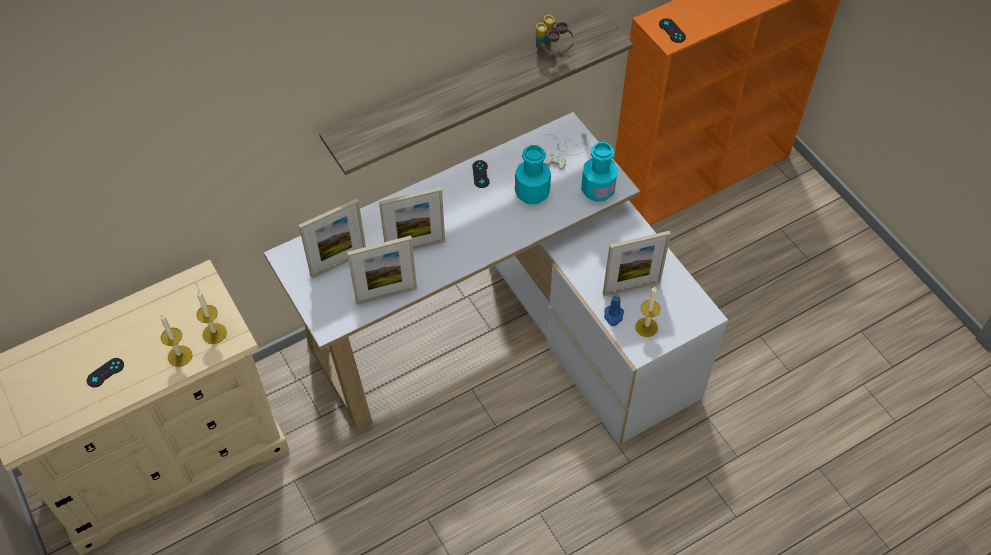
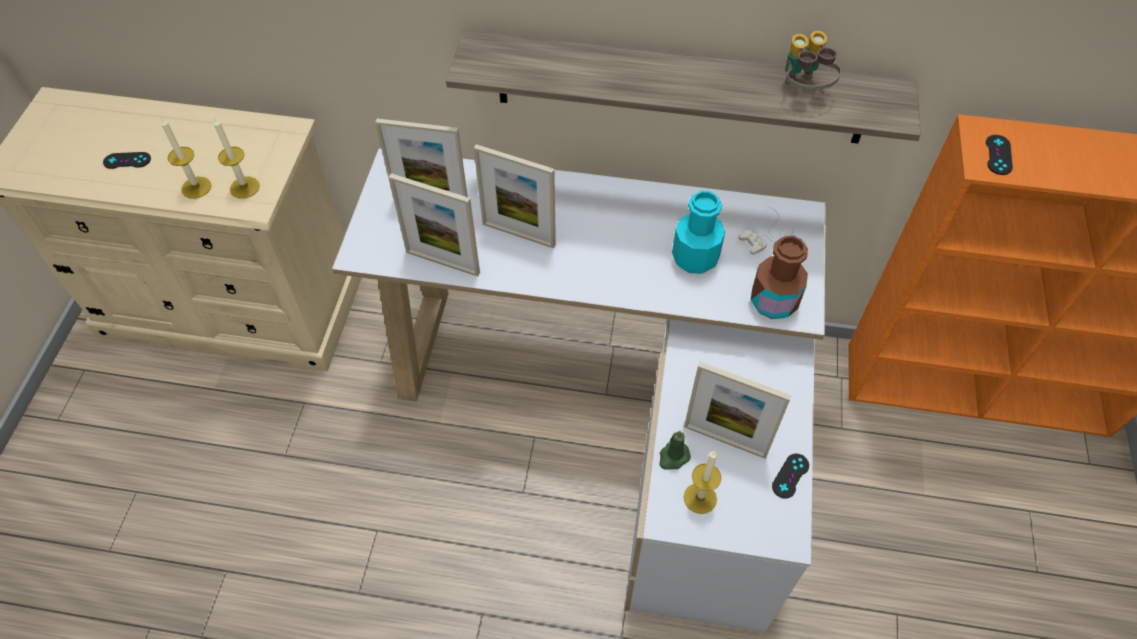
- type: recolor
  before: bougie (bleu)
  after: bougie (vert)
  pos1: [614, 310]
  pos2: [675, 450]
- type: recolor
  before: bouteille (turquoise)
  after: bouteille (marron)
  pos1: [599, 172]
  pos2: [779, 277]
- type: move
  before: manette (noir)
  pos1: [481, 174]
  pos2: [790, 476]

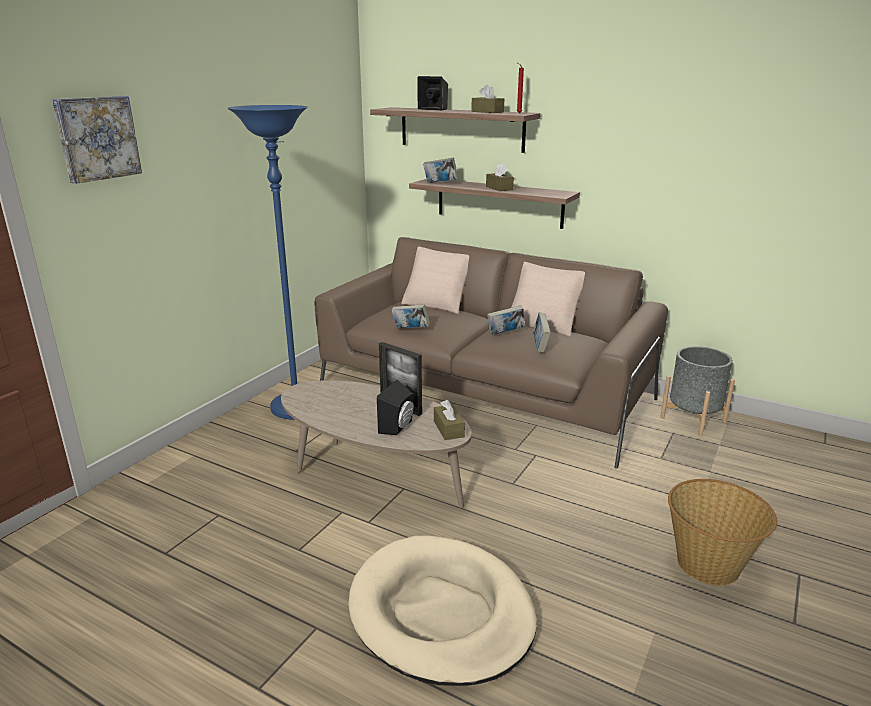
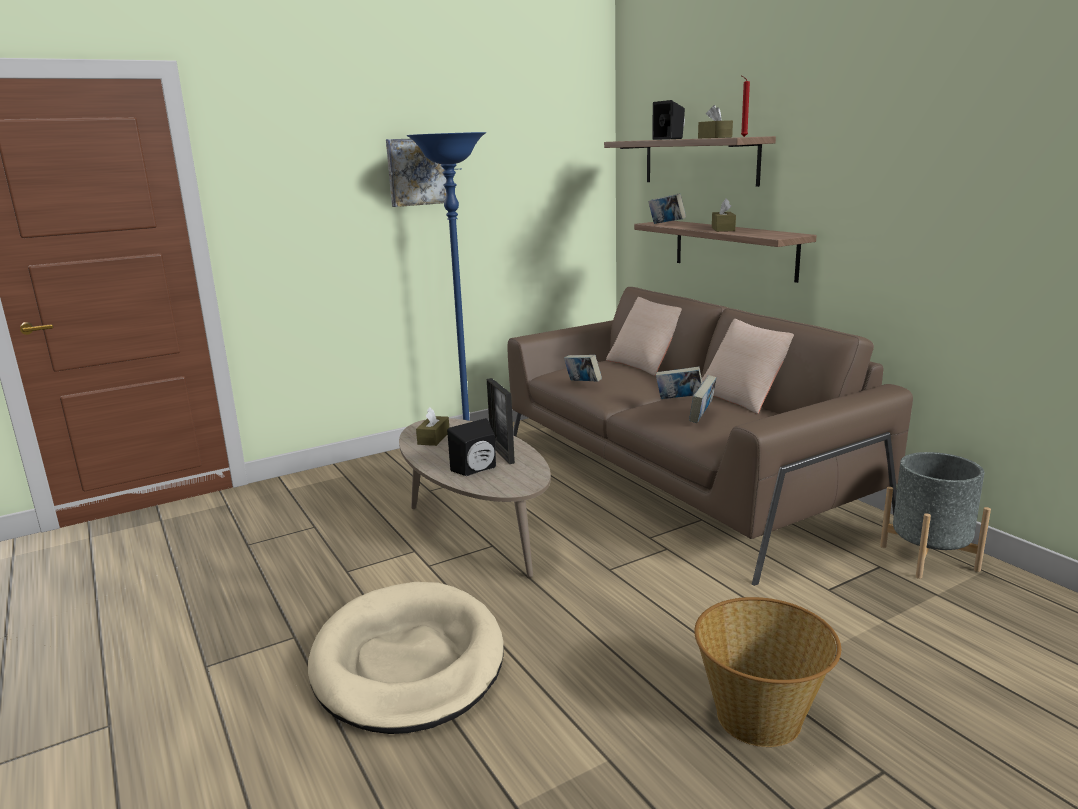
- type: move
  before: tableau
  pos1: [97, 140]
  pos2: [416, 173]
- type: move
  before: boîte à mouchoirs (marron)
  pos1: [449, 420]
  pos2: [432, 426]

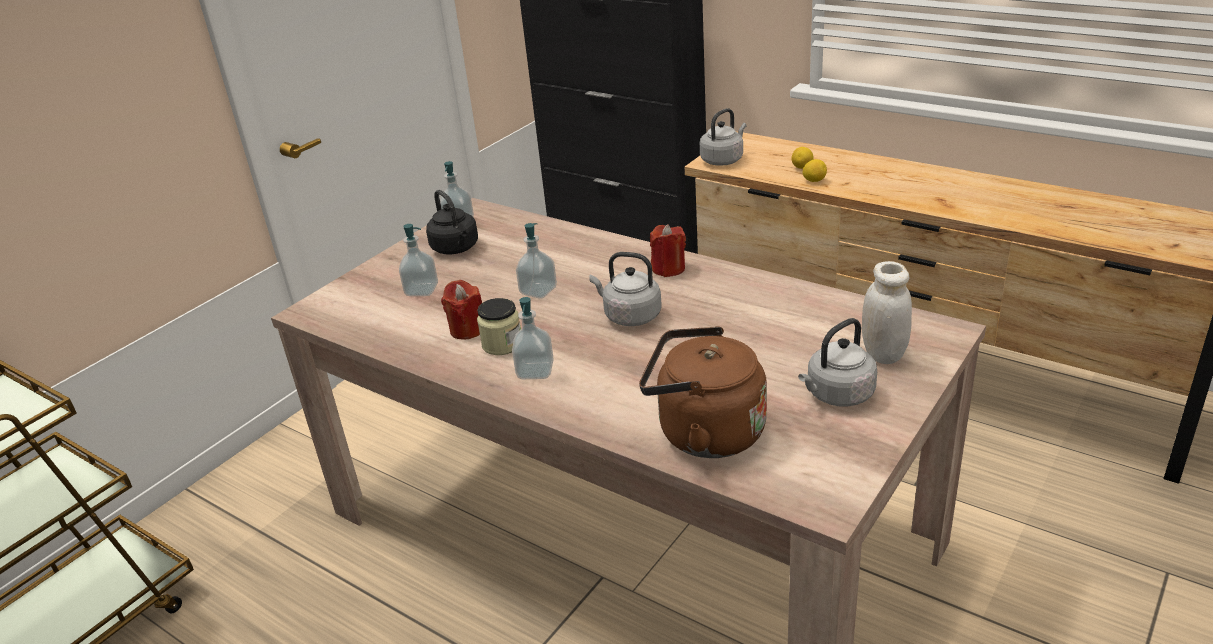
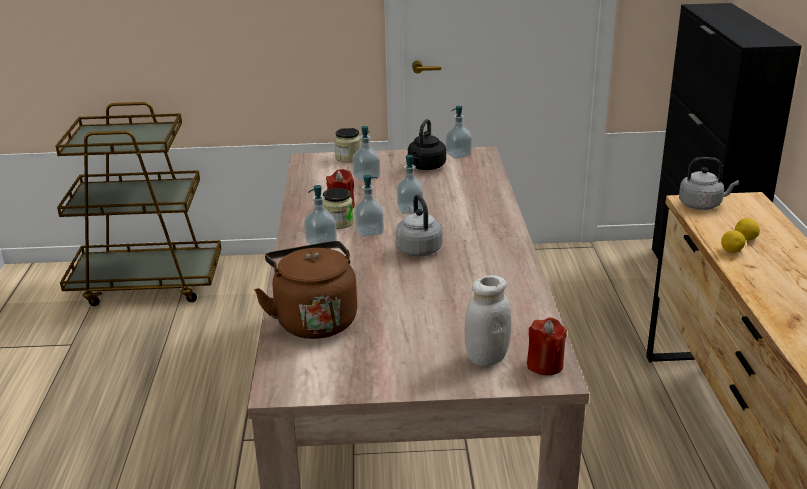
- type: insert
  after: bocal
  pos2: [347, 145]
- type: insert
  after: distributeur de savon
  pos2: [369, 206]
- type: move
  before: bougie (rouge)
  pos1: [668, 250]
  pos2: [547, 346]
- type: delete
  before: bouilloire (gris)
  pos1: [837, 362]

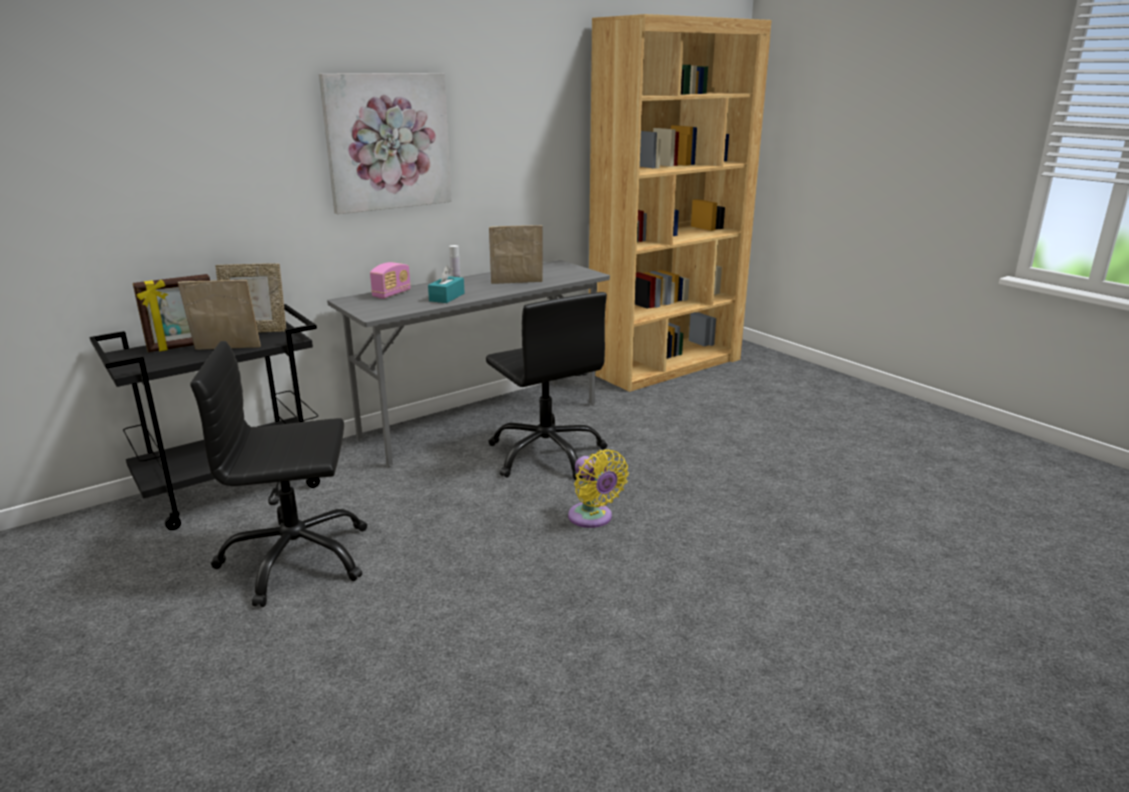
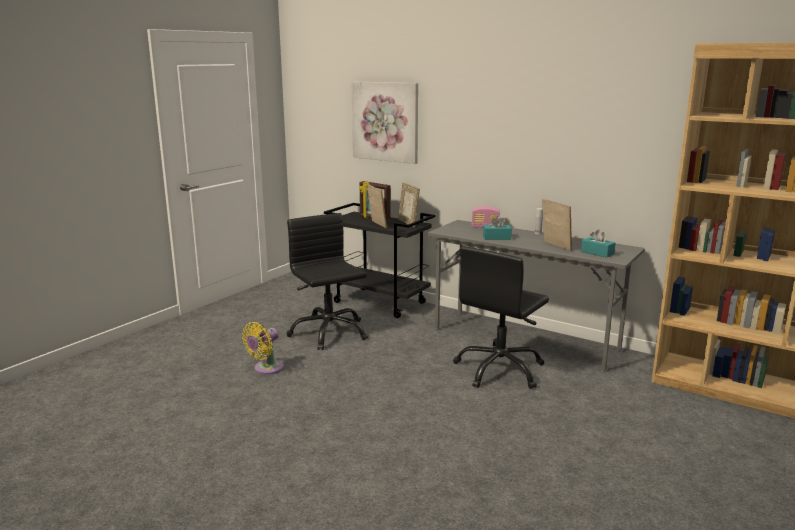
- type: move
  before: ventilateur (jaune)
  pos1: [598, 488]
  pos2: [263, 348]
- type: move
  before: tableau
  pos1: [385, 143]
  pos2: [385, 122]
- type: insert
  after: boîte à mouchoirs (turquoise)
  pos2: [598, 244]

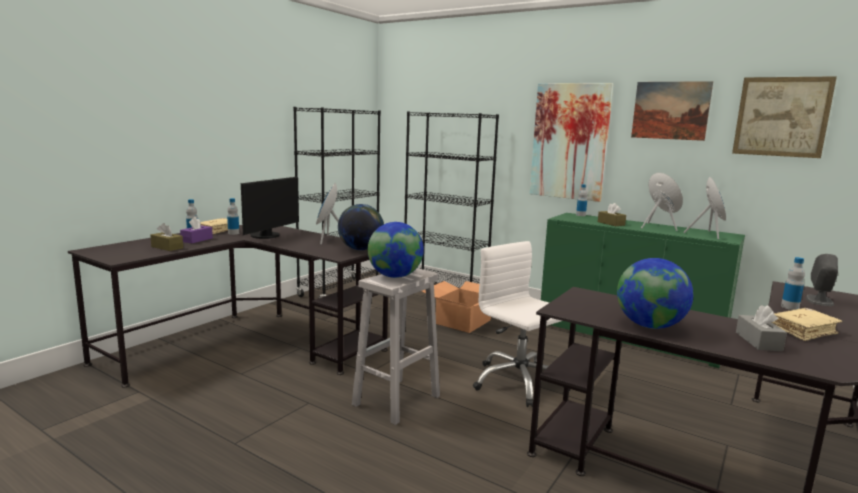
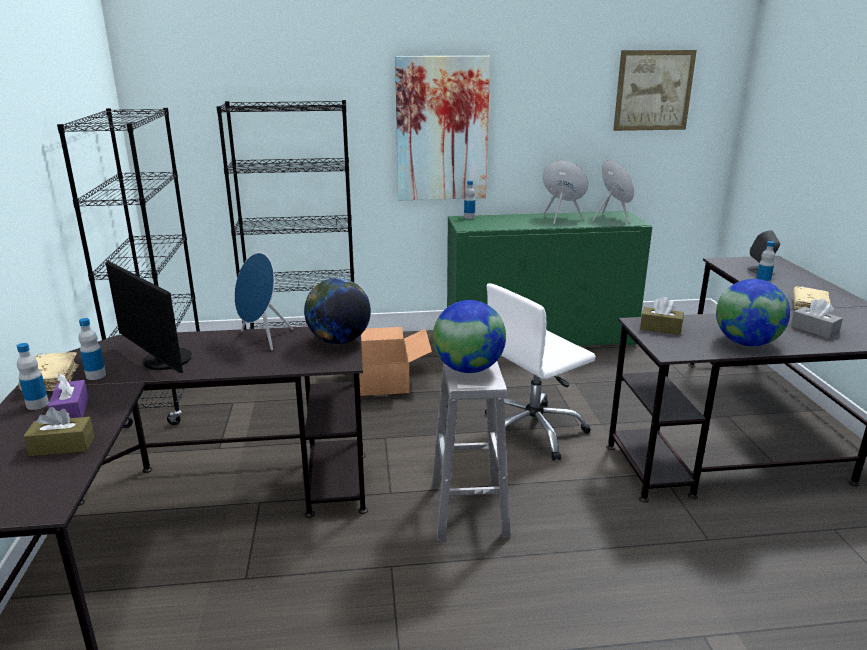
- type: rotate
  before: écran d'ordinateur
  pos1: [270, 208]
  pos2: [149, 317]
  turn: 150
- type: rotate
  before: chaise de bureau (blanc)
  pos1: [522, 324]
  pos2: [540, 372]
  turn: -45
- type: move
  before: boîte à mouchoirs (marron)
  pos1: [612, 214]
  pos2: [662, 316]
- type: delete
  before: tableau
  pos1: [672, 111]

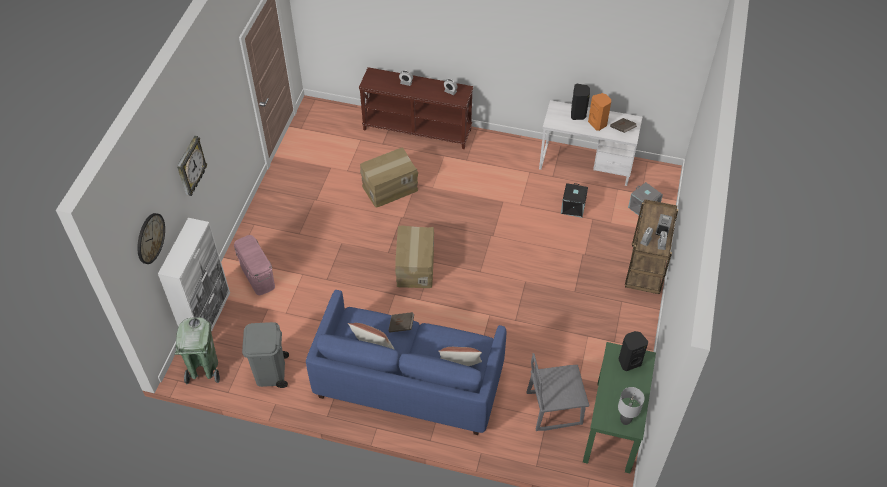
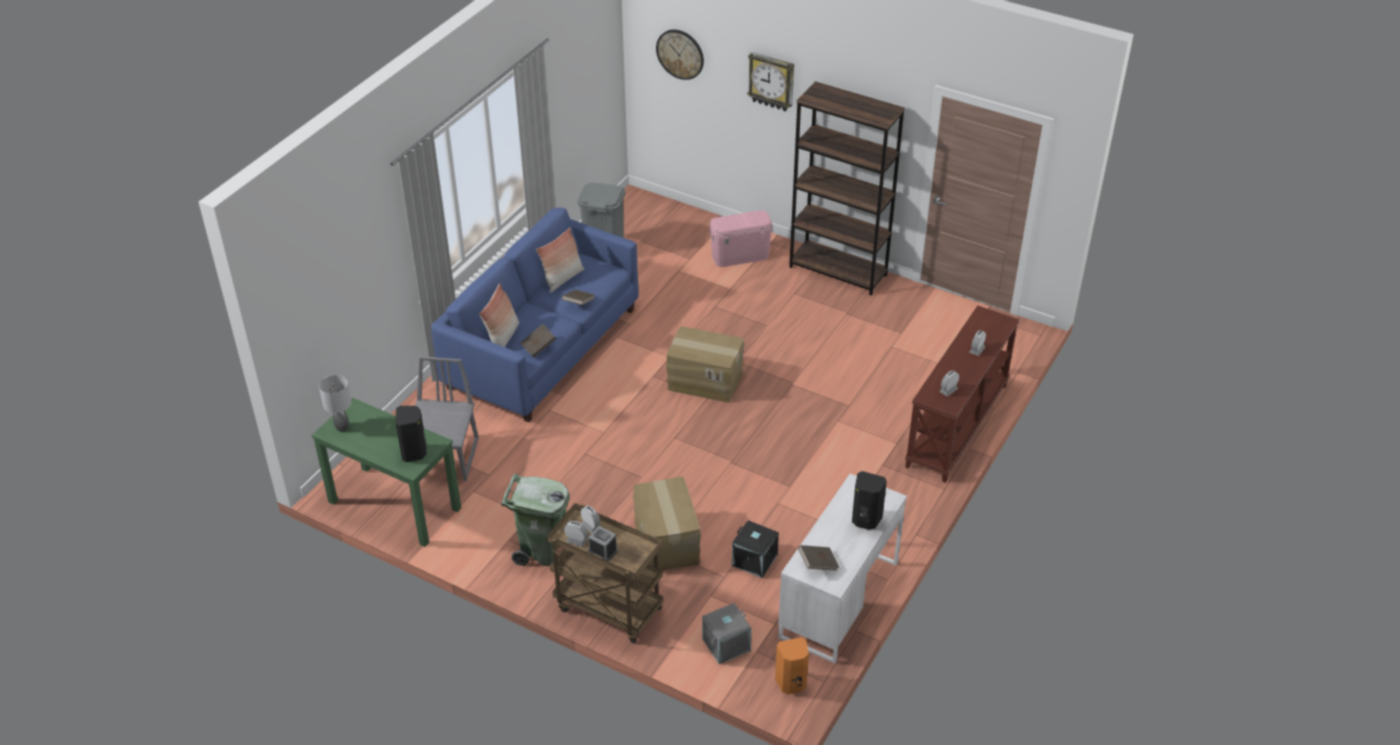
- type: move
  before: poubelle (vert)
  pos1: [197, 351]
  pos2: [535, 520]
- type: insert
  after: livre (marron)
  pos2: [538, 341]
- type: move
  before: carton
  pos1: [389, 178]
  pos2: [667, 523]
- type: move
  before: enceinte (orange)
  pos1: [599, 112]
  pos2: [792, 665]
- type: insert
  after: bibliothèque (marron)
  pos2: [847, 188]
- type: delete
  before: meuble de rangement (blanc)
  pos1: [194, 275]

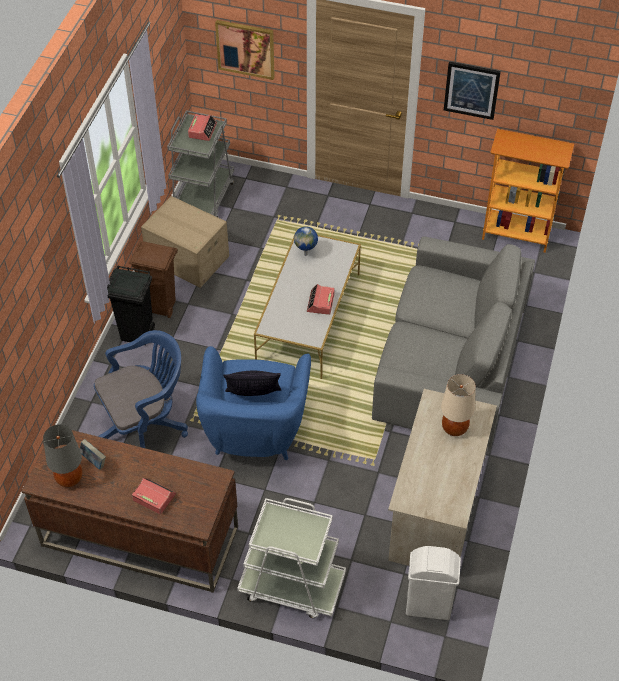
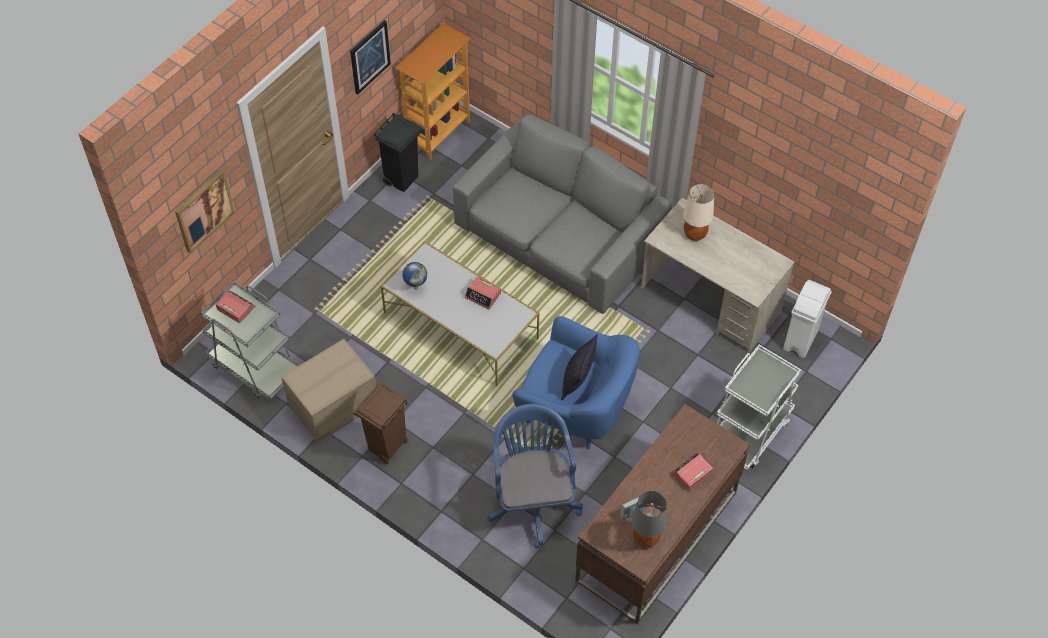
- type: move
  before: poubelle (noir)
  pos1: [131, 305]
  pos2: [398, 152]

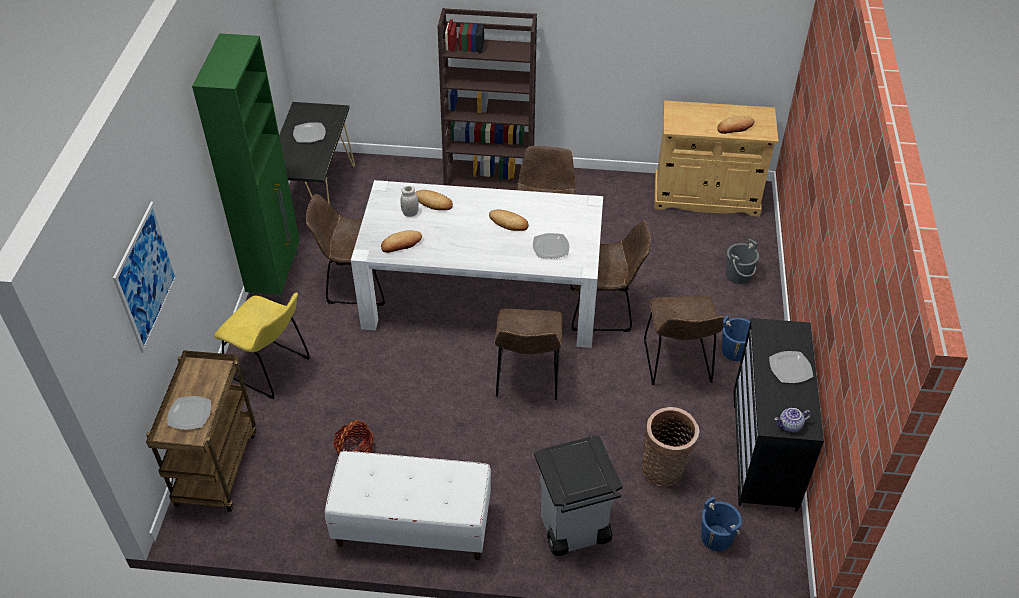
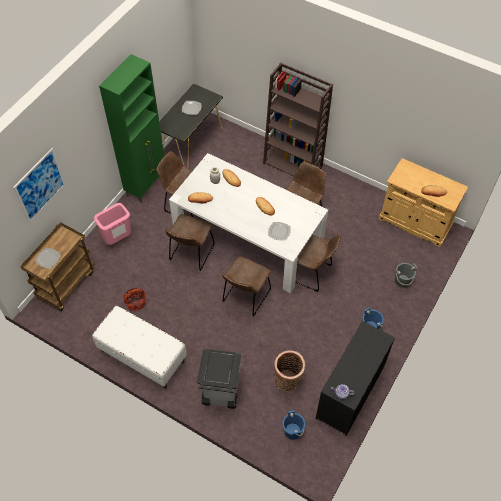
- type: replace
  before: chaise (jaune)
  after: poubelle (rose)
  pos1: [262, 345]
  pos2: [112, 224]
- type: move
  before: chaise (marron)
  pos1: [684, 340]
  pos2: [190, 242]
- type: delete
  before: assiette
  pos1: [791, 367]

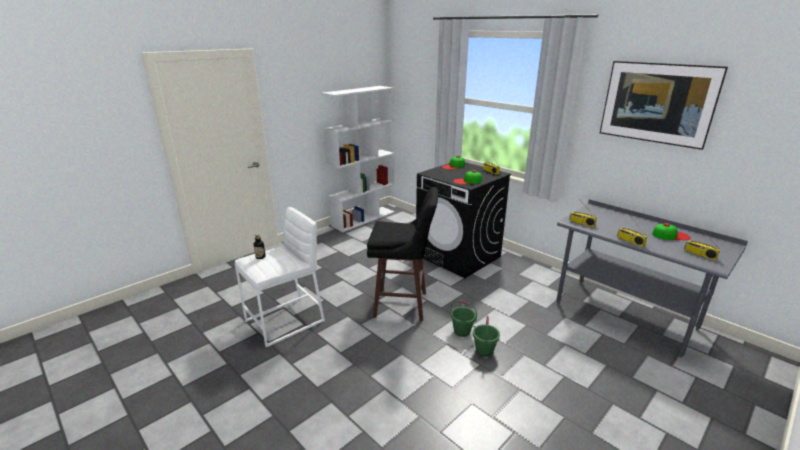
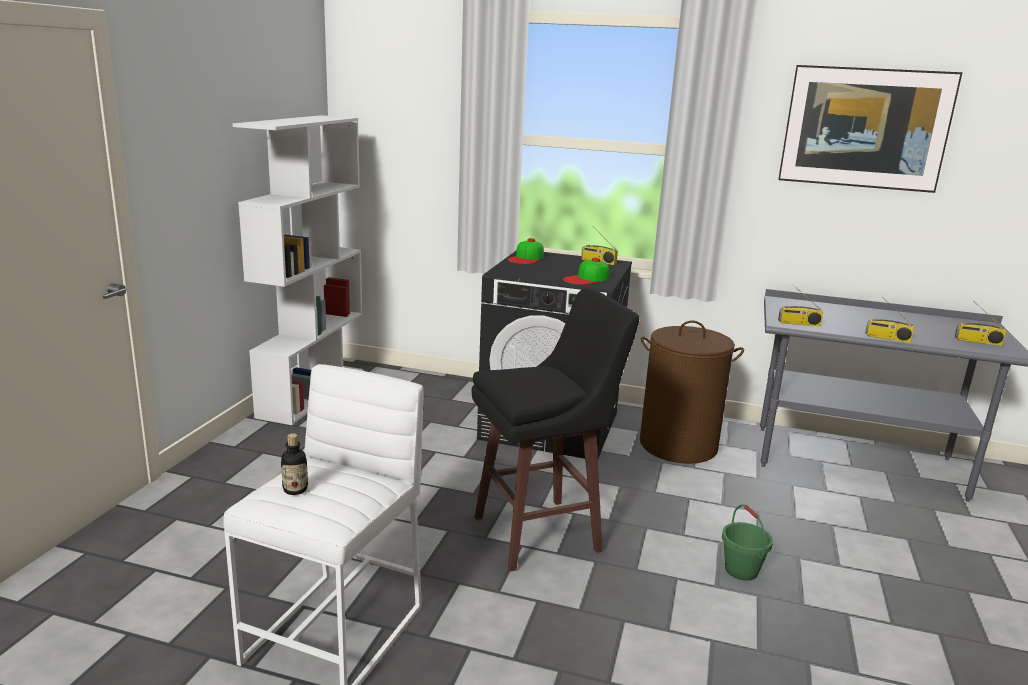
- type: insert
  after: panier à linge (marron)
  pos2: [692, 392]
- type: delete
  before: seau (vert)
  pos1: [463, 318]
- type: delete
  before: casquette
  pos1: [671, 231]

